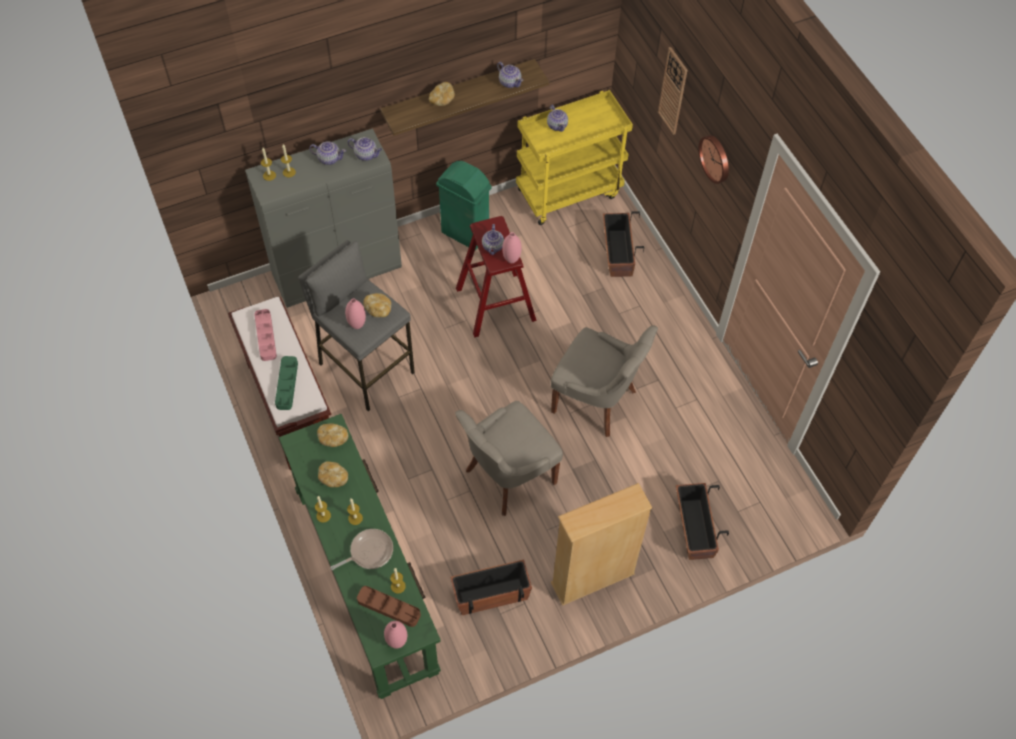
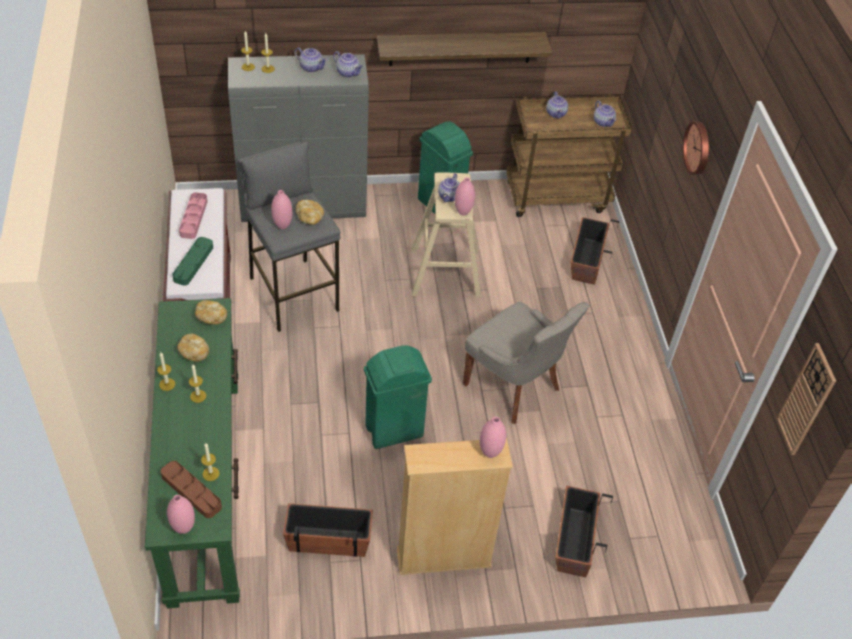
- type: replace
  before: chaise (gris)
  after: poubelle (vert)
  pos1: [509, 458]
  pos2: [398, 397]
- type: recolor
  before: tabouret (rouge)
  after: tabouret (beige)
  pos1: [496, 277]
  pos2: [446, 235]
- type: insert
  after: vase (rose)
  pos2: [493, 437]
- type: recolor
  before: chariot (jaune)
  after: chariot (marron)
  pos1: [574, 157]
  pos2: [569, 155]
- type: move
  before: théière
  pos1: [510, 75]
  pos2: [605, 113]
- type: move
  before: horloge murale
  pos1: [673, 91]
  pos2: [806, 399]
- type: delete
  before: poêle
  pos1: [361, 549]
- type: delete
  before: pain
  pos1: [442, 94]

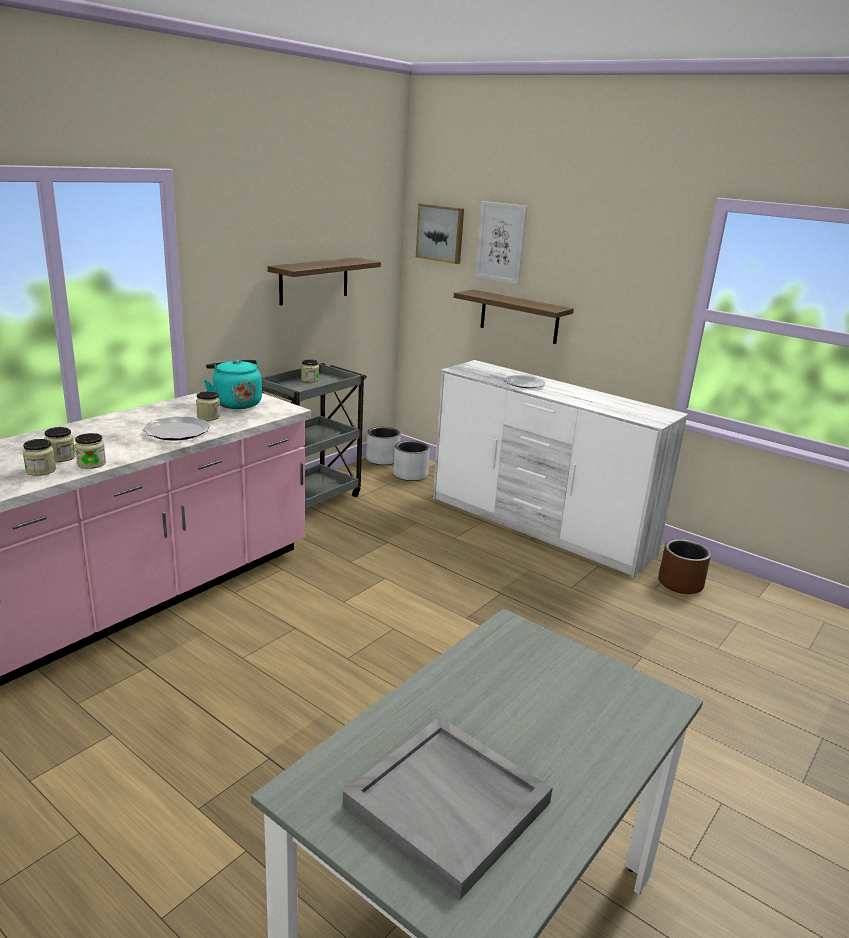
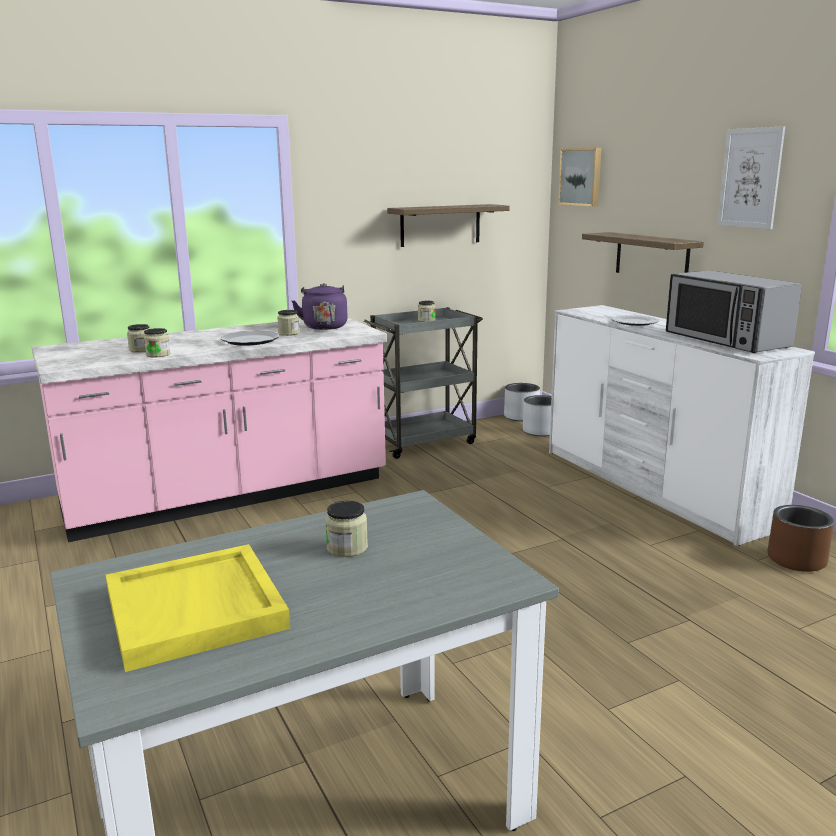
- type: recolor
  before: plateau (gris)
  after: plateau (jaune)
  pos1: [448, 808]
  pos2: [198, 608]
- type: recolor
  before: bouilloire (turquoise)
  after: bouilloire (violet)
  pos1: [233, 384]
  pos2: [320, 306]
- type: move
  before: bocal
  pos1: [39, 457]
  pos2: [346, 528]
- type: insert
  after: micro-ondes
  pos2: [734, 311]
- type: move
  before: tableau
  pos1: [501, 243]
  pos2: [751, 178]

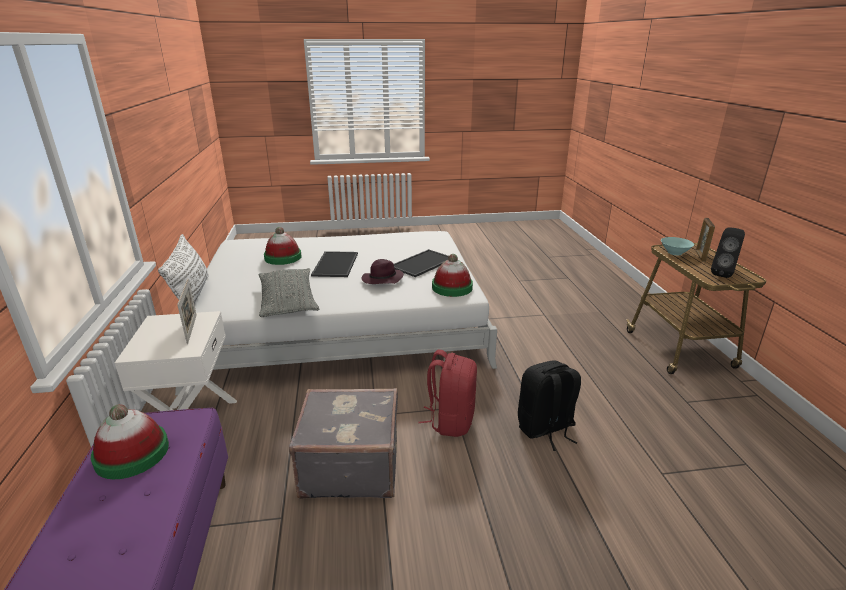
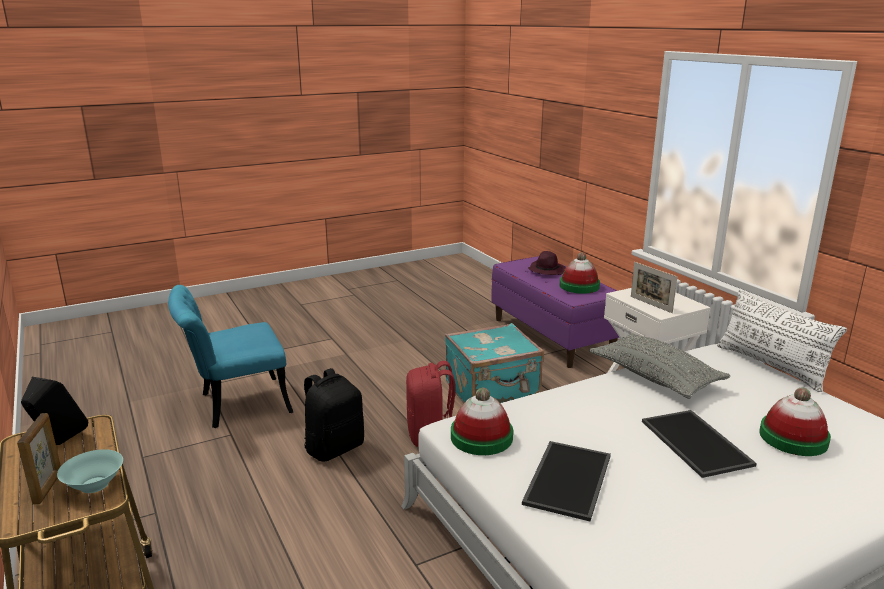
- type: insert
  after: chaise (turquoise)
  pos2: [230, 356]
- type: recolor
  before: valise (gris)
  after: valise (turquoise)
  pos1: [343, 443]
  pos2: [494, 363]
- type: move
  before: chapeau (violet)
  pos1: [383, 271]
  pos2: [547, 263]

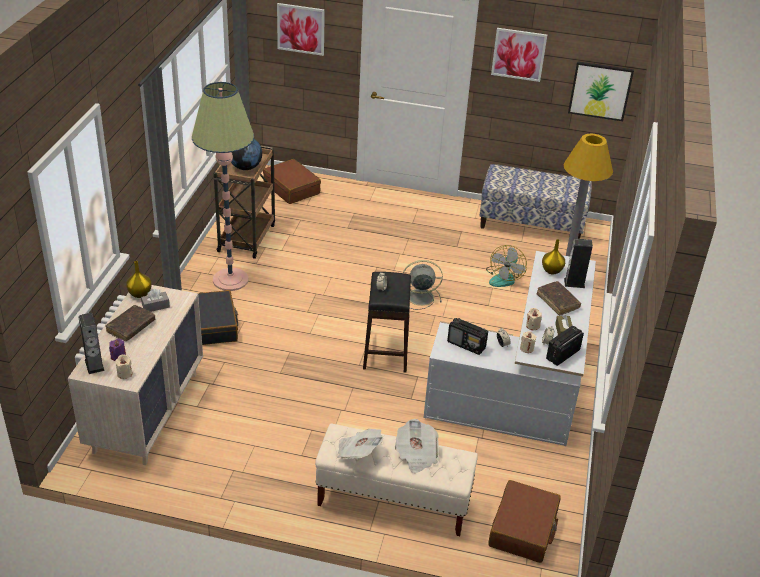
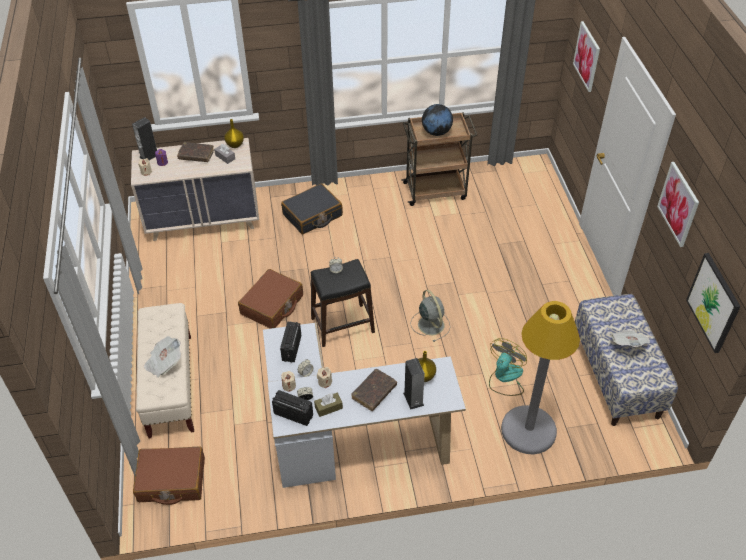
- type: move
  before: valise (marron)
  pos1: [292, 181]
  pos2: [270, 299]
- type: rotate
  before: ventilateur
  pos1: [506, 266]
  pos2: [508, 367]
  turn: 120
- type: move
  before: journal
  pos1: [360, 444]
  pos2: [630, 338]
- type: delete
  before: lampadaire
  pos1: [223, 186]

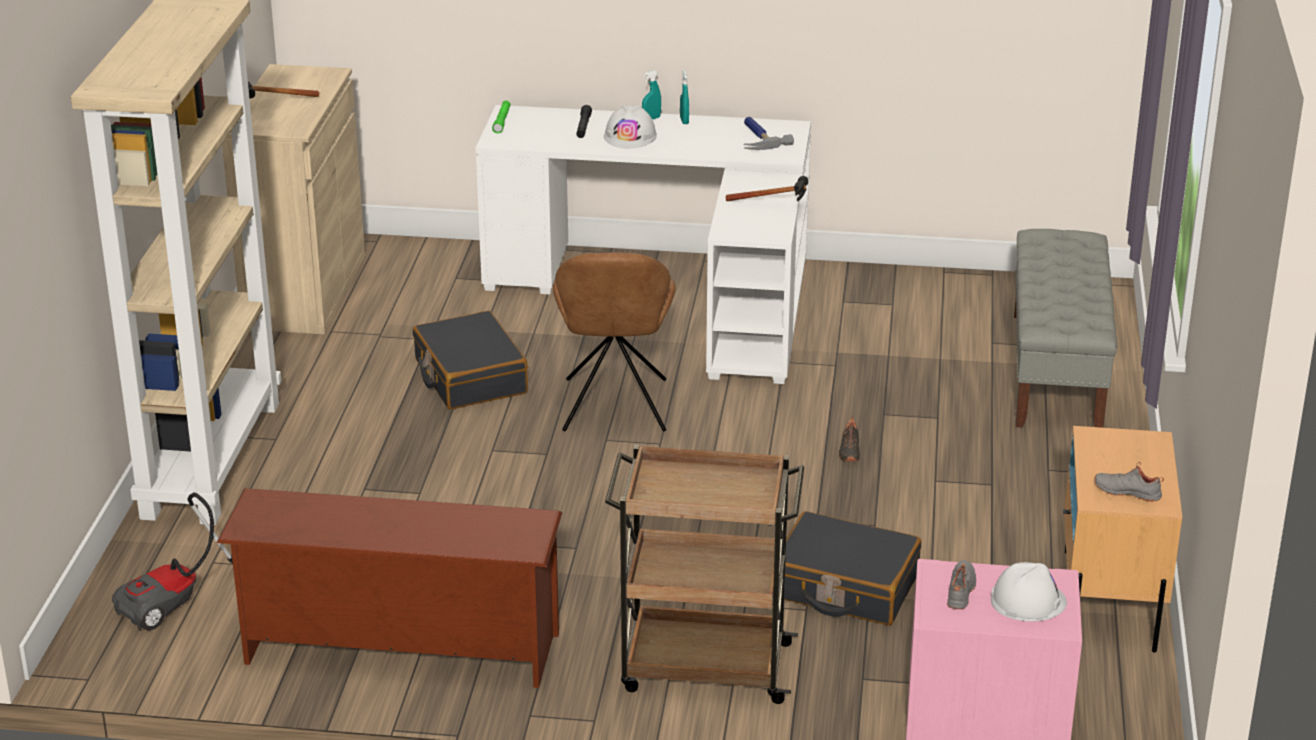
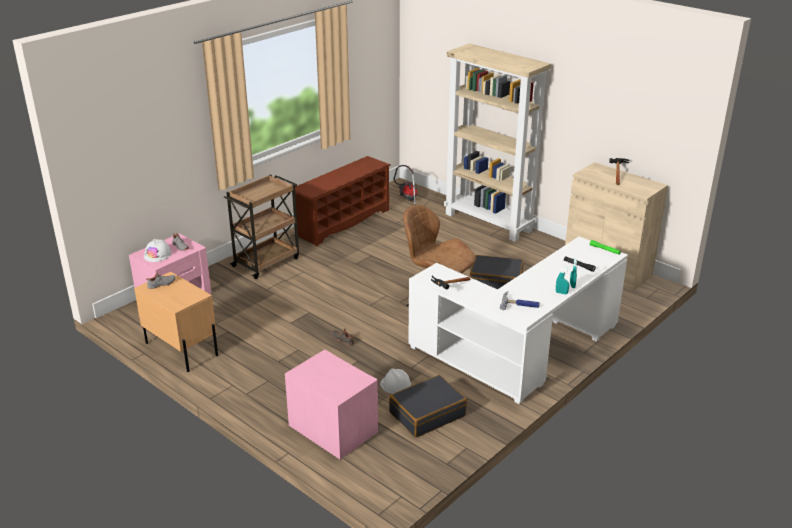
- type: replace
  before: banc (gris)
  after: table de chevet (rose)
  pos1: [1065, 328]
  pos2: [331, 404]
- type: move
  before: casque de chantier (blanc)
  pos1: [630, 126]
  pos2: [395, 381]
- type: move
  before: valise (noir)
  pos1: [852, 568]
  pos2: [428, 406]

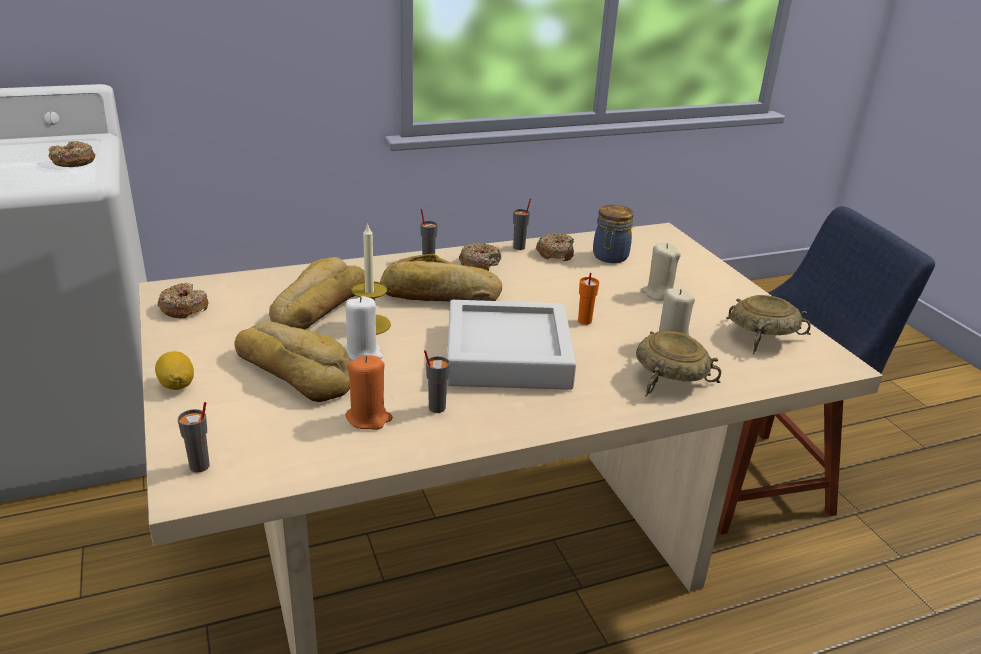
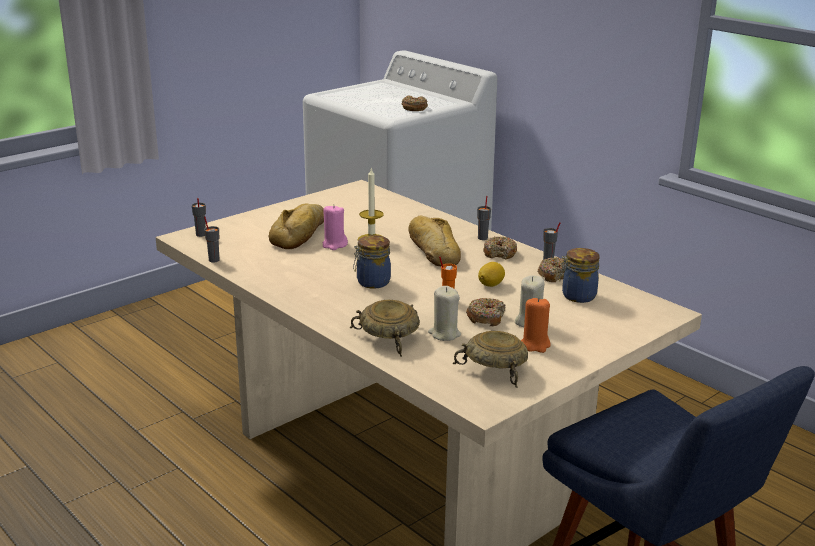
- type: move
  before: tasse (gris)
  pos1: [437, 381]
  pos2: [211, 240]
- type: recolor
  before: bougie (blanc)
  after: bougie (rose)
  pos1: [364, 328]
  pos2: [335, 228]
- type: replace
  before: plateau (gris)
  after: bocal
  pos1: [511, 345]
  pos2: [372, 262]
- type: move
  before: beignet
  pos1: [183, 300]
  pos2: [485, 312]
- type: move
  before: citron
  pos1: [174, 370]
  pos2: [491, 274]
- type: move
  before: bougie (orange)
  pos1: [369, 392]
  pos2: [536, 325]
- type: delete
  before: pain
  pos1: [317, 293]

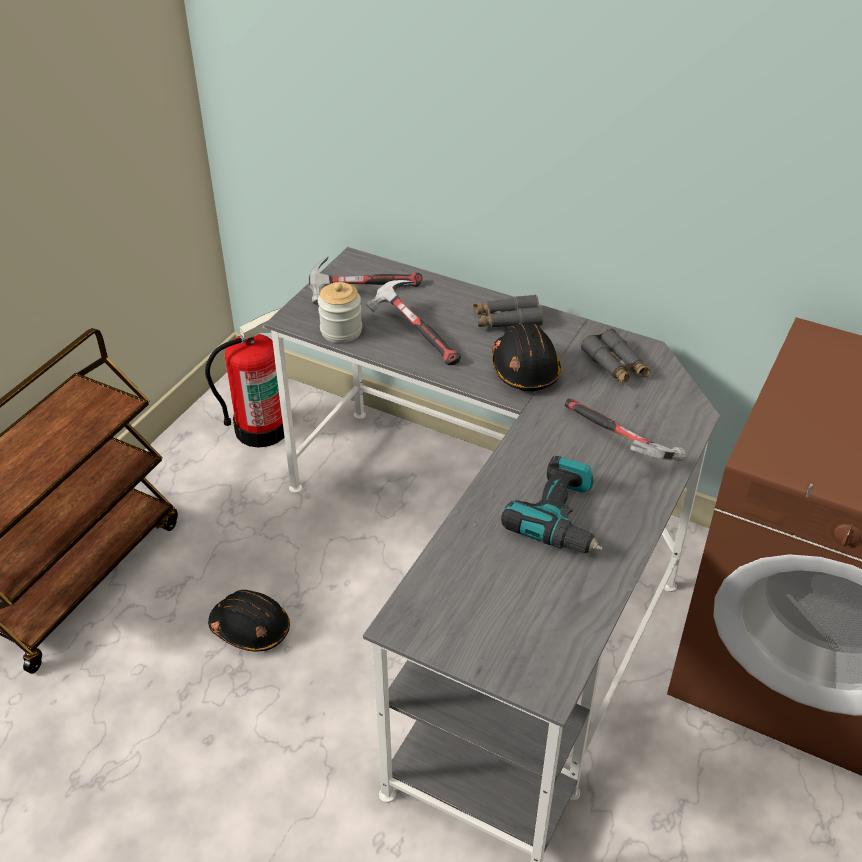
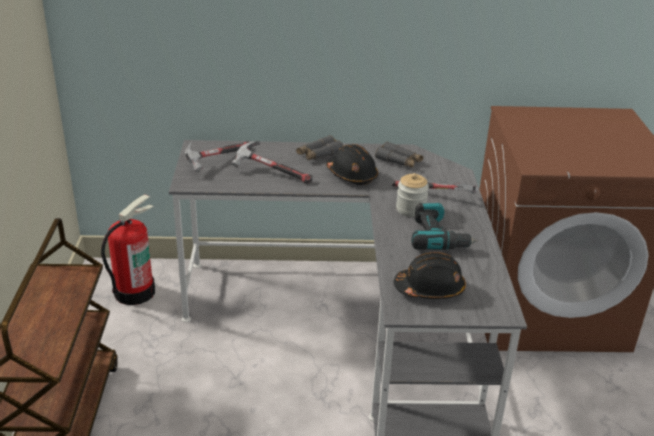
- type: move
  before: casque de chantier (noir)
  pos1: [249, 621]
  pos2: [429, 275]
- type: move
  before: bocal
  pos1: [340, 312]
  pos2: [412, 195]

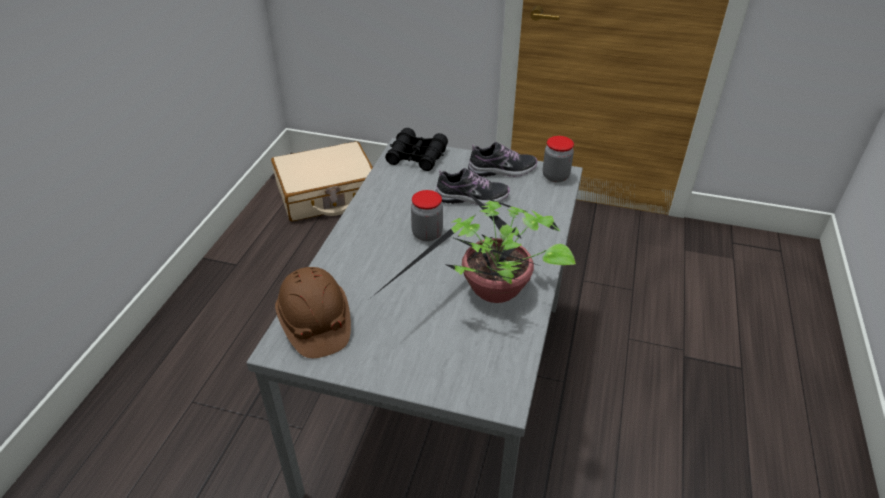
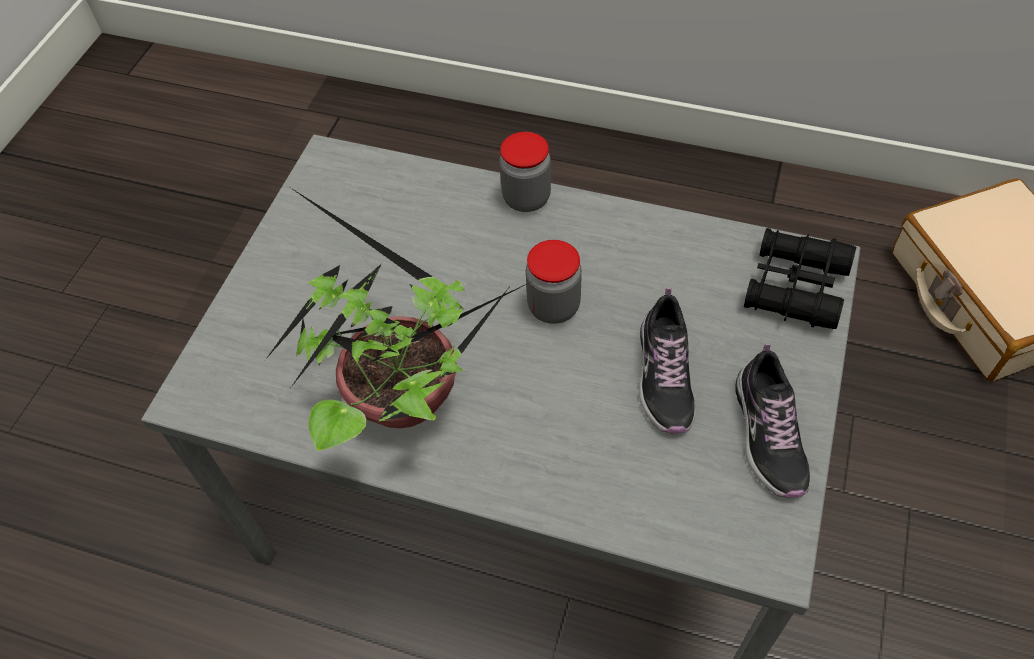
- type: move
  before: bocal
  pos1: [558, 159]
  pos2: [525, 172]
- type: delete
  before: casque de chantier (marron)
  pos1: [313, 312]

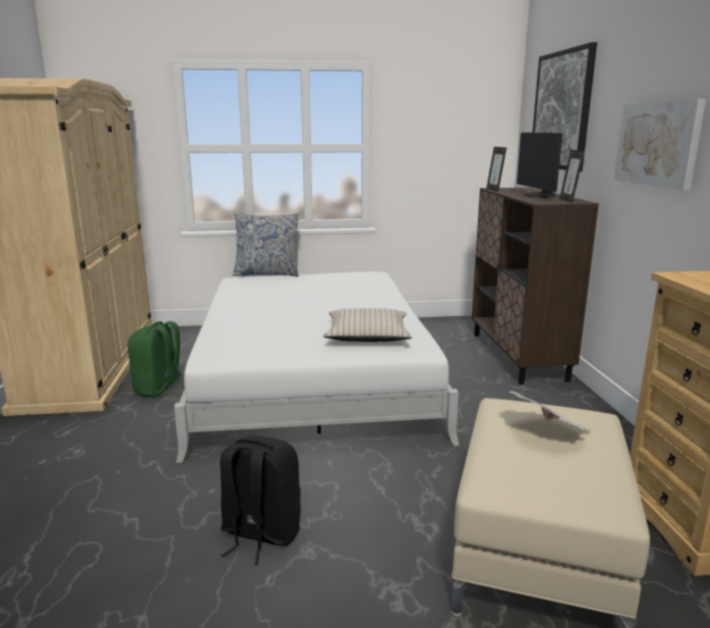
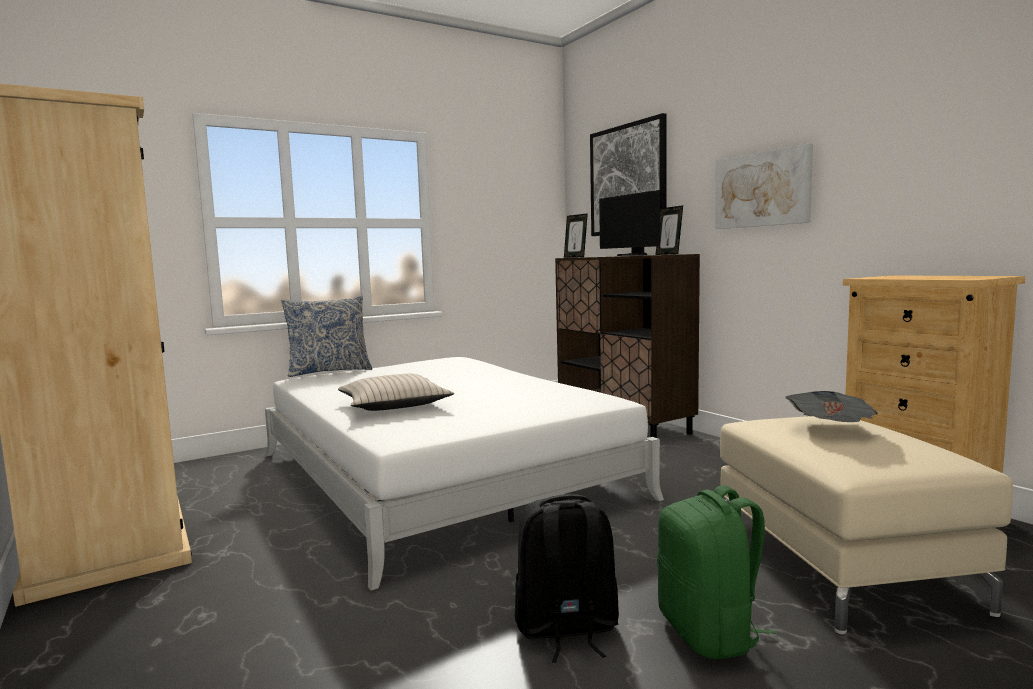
- type: move
  before: coussin (beige)
  pos1: [367, 325]
  pos2: [396, 392]
- type: move
  before: sac à dos (vert)
  pos1: [156, 359]
  pos2: [716, 572]

